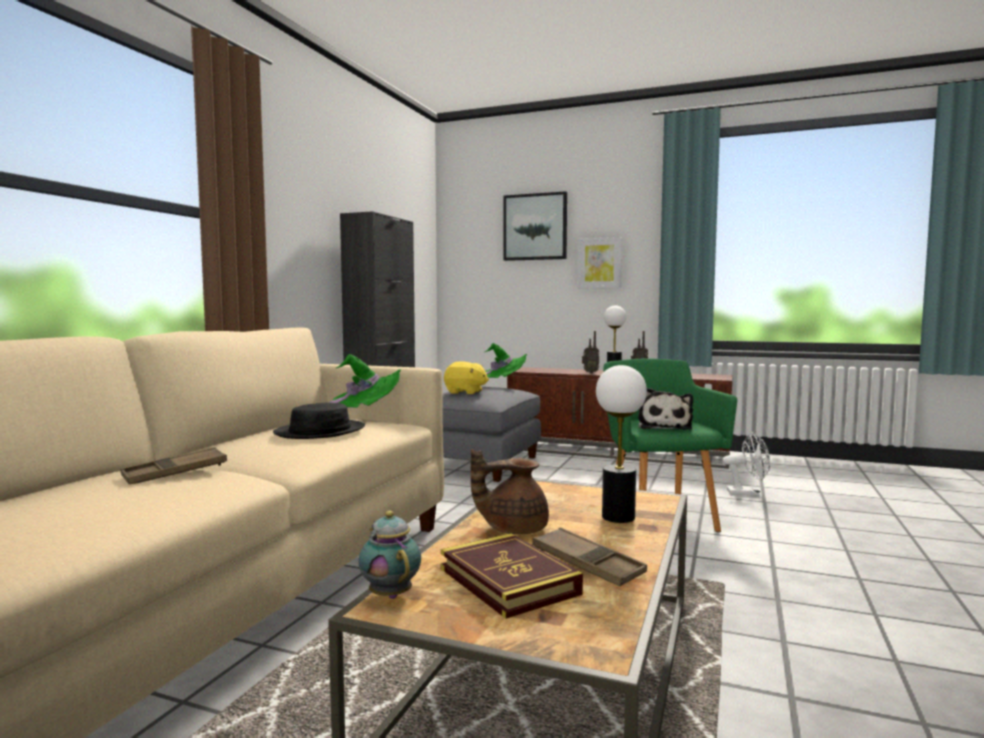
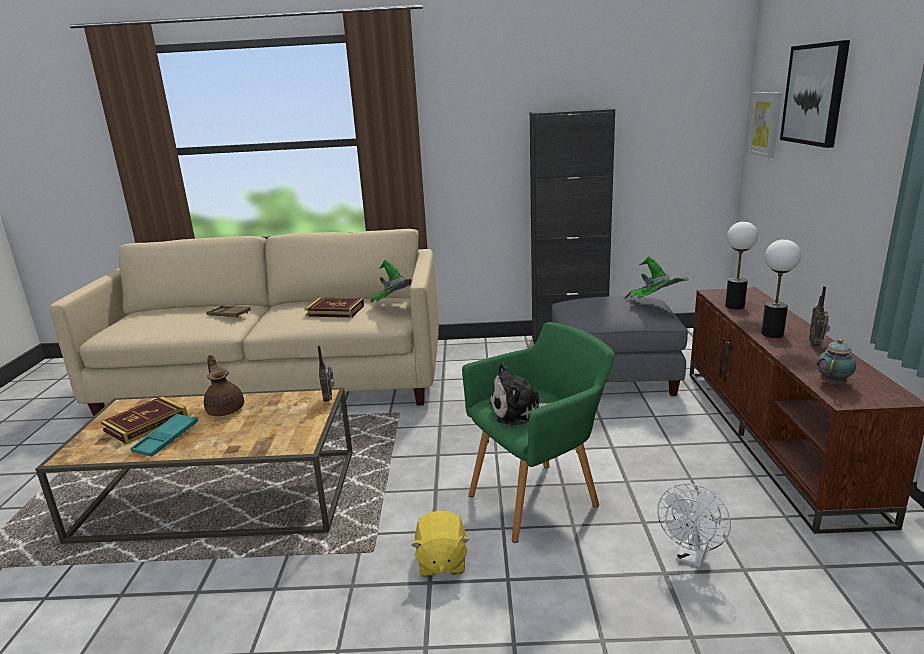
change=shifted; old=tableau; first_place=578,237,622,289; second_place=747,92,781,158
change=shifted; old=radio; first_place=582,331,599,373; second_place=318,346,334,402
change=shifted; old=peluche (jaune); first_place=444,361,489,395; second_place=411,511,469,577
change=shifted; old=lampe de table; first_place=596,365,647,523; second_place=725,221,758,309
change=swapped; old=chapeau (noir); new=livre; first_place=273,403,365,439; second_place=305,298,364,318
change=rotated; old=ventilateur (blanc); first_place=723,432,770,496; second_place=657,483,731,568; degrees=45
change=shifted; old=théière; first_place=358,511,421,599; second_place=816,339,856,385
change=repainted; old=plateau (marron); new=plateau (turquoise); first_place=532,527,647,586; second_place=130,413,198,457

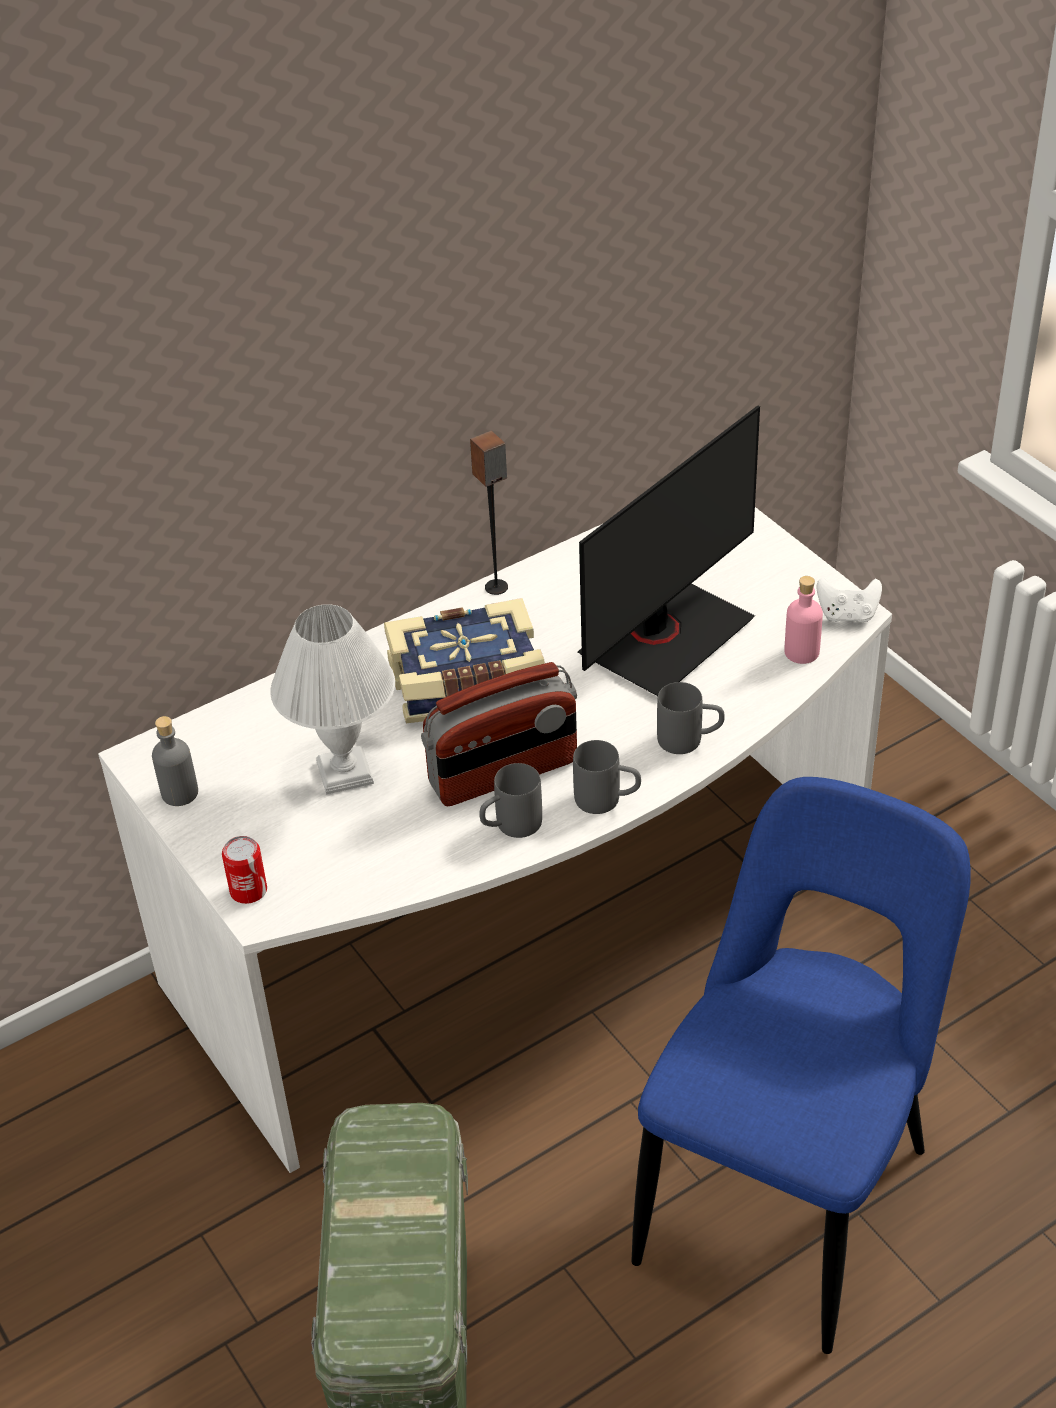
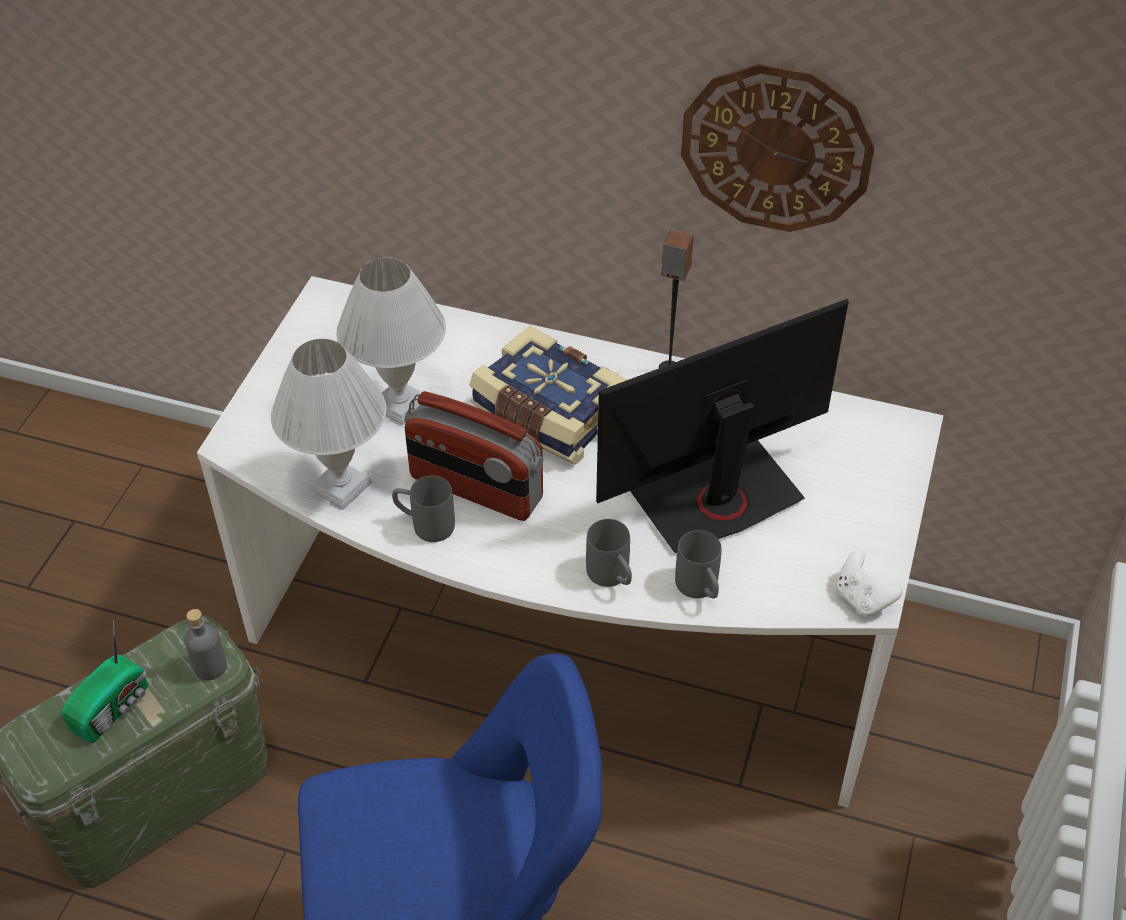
change=rotated; old=écran d'ordinateur; first_place=578,405,760,696; second_place=596,299,849,553; degrees=150
change=gone; old=bouteille (rose); first_place=784,576,823,664
change=shifted; old=bouteille (gris); first_place=152,716,198,806; second_place=184,609,227,680
change=shifted; old=mug (gris); first_place=573,740,641,814; second_place=675,530,722,598
change=gone; old=boîte métallique; first_place=222,836,267,904
change=new; new=horloge murale; second_place=681,64,875,232
change=new; new=lampe de table (blanc); second_place=271,339,386,510
change=new; new=radio; second_place=62,620,148,743

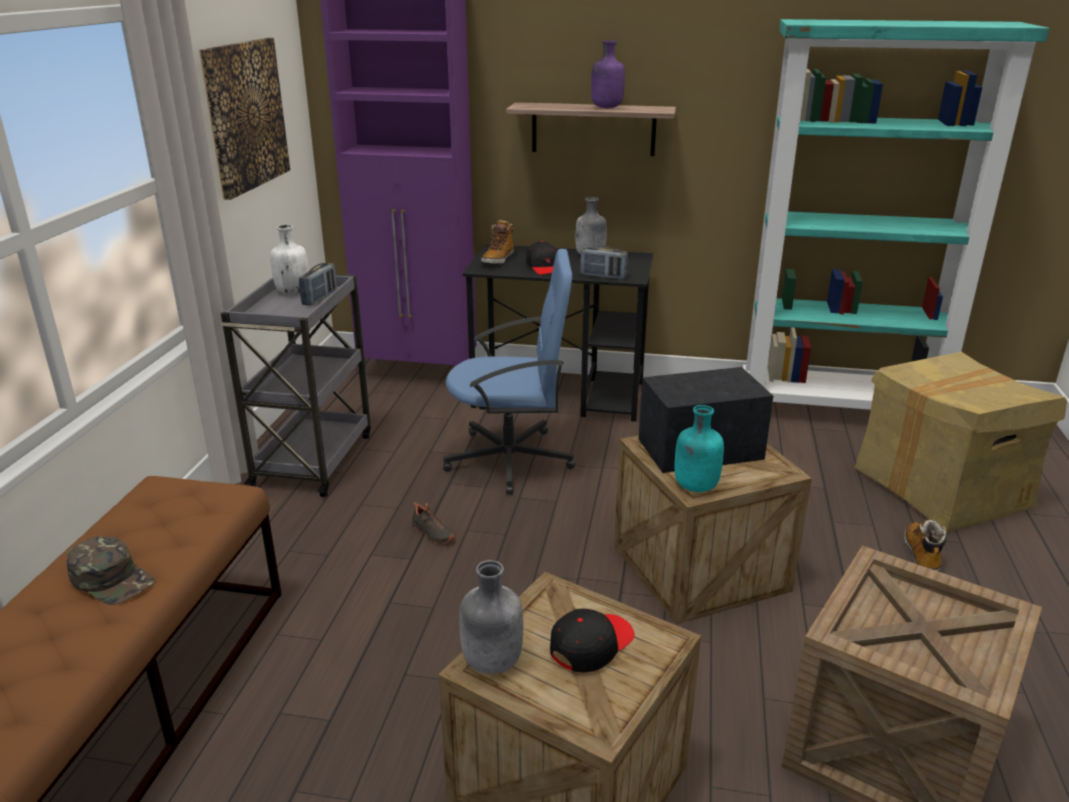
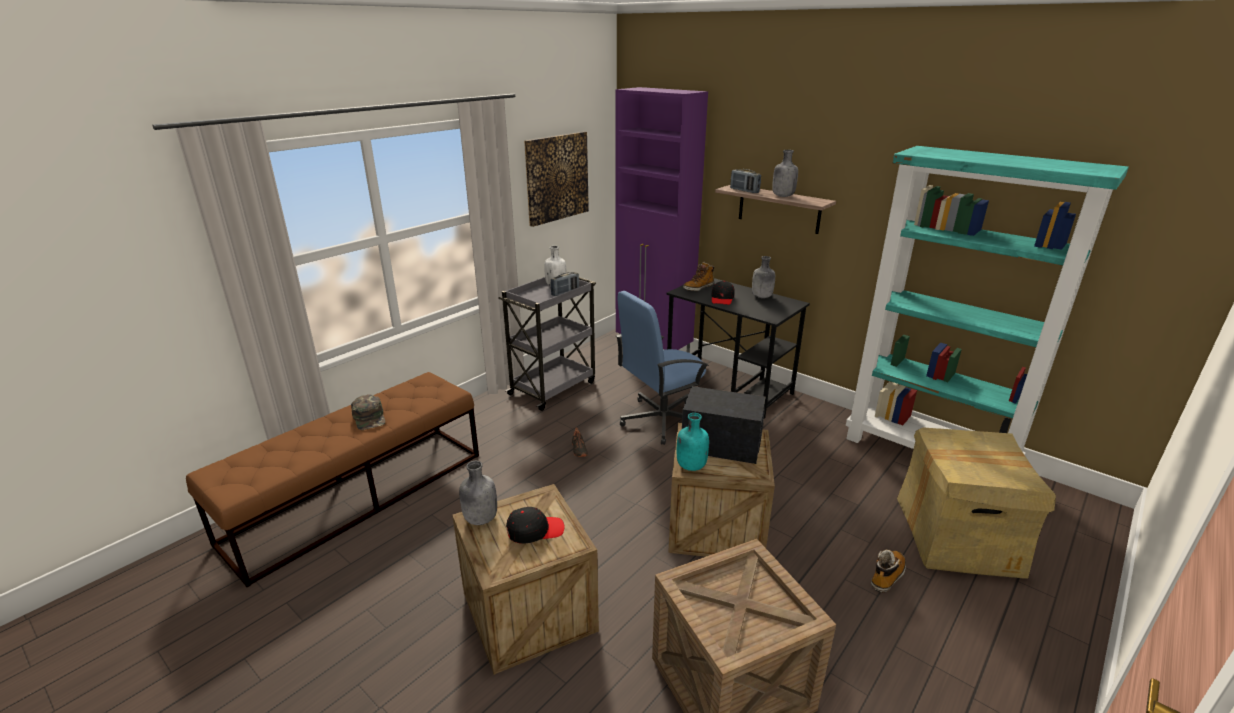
change=repainted; old=bouteille (violet); new=bouteille (gris); first_place=591,40,625,108; second_place=772,150,798,197
change=shifted; old=radio; first_place=580,246,628,279; second_place=730,169,761,193
change=rotated; old=chaise de bureau (bleu); first_place=443,249,575,495; second_place=616,291,709,445; degrees=120

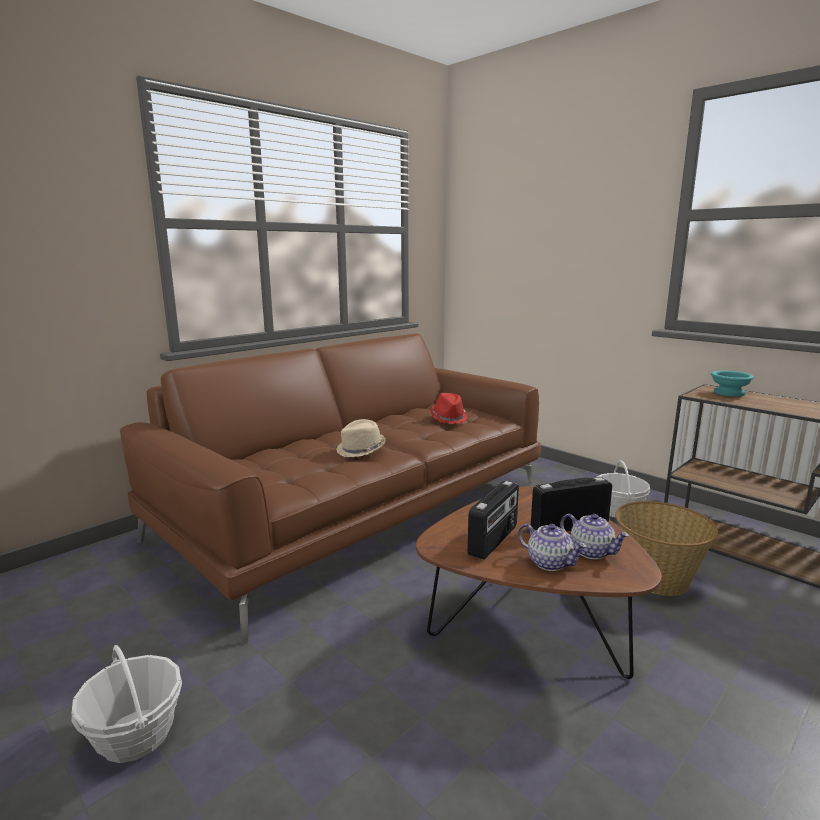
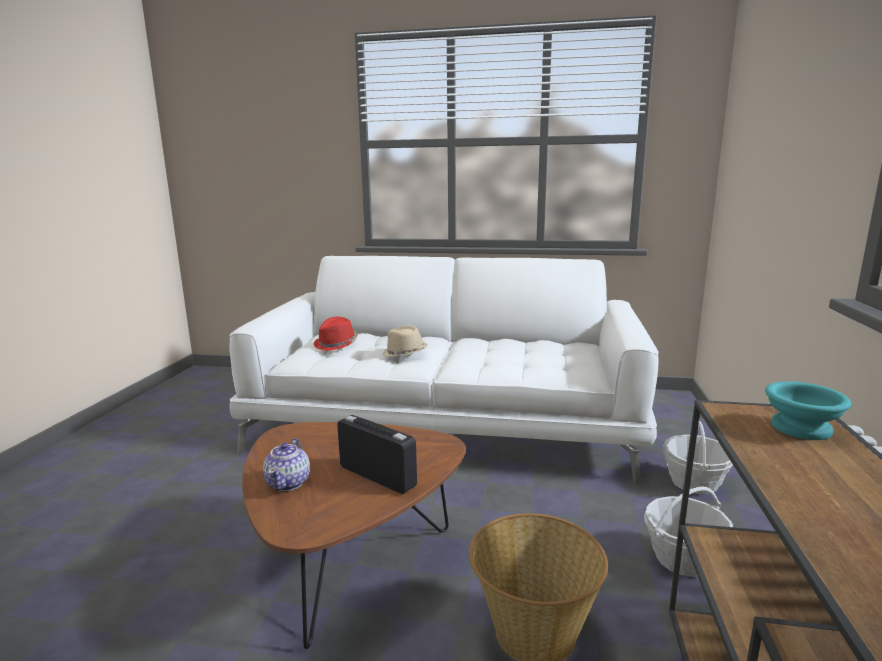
change=repainted; old=canapé (marron); new=canapé (blanc); first_place=120,334,541,644; second_place=229,256,659,484
change=shifted; old=chapeau (rouge); first_place=431,393,468,424; second_place=314,317,357,351
change=gone; old=radio; first_place=467,481,519,560
change=gone; old=théière; first_place=560,514,630,559
change=shifted; old=panier; first_place=71,645,182,763; second_place=663,421,733,495

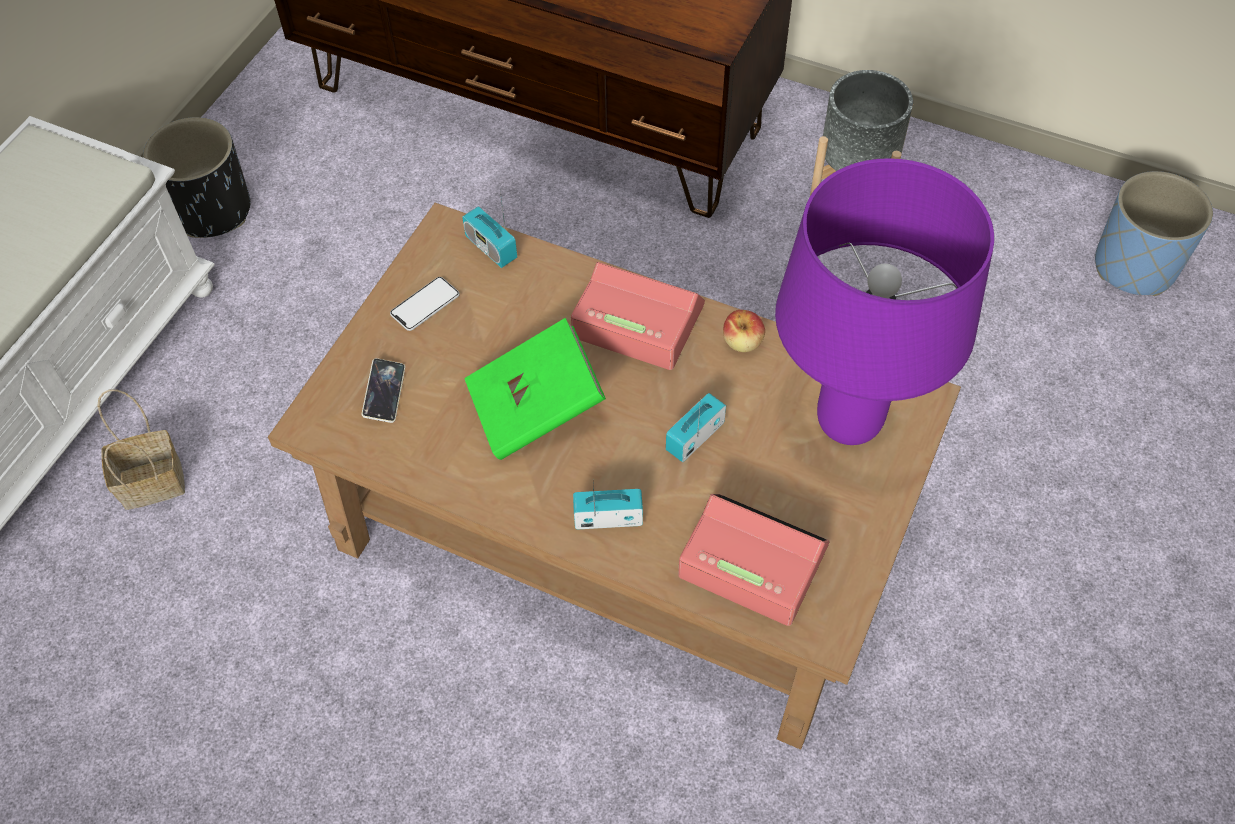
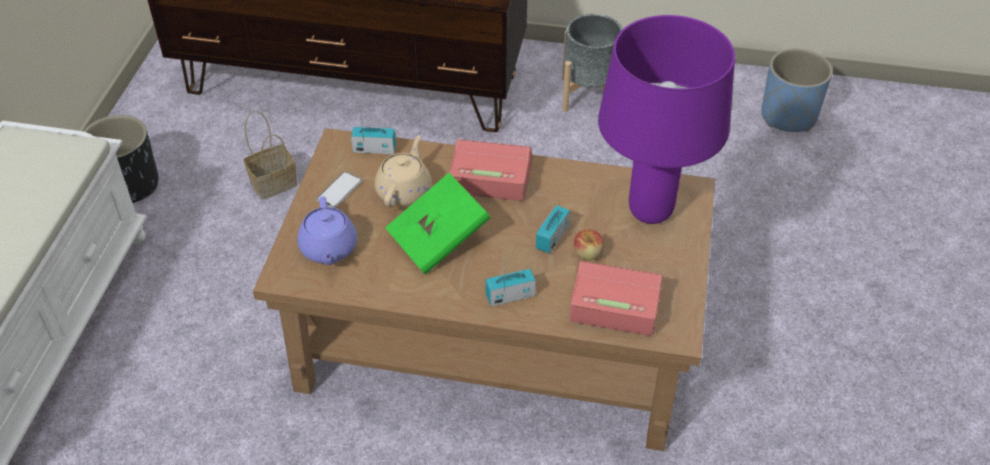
change=rotated; old=radio; first_place=462,191,517,268; second_place=351,112,396,154; degrees=150
change=shifted; old=pomme; first_place=723,310,765,352; second_place=574,230,605,260
change=swapped; old=téléphone; new=théière (violet); first_place=362,358,405,423; second_place=297,196,357,265
change=shifted; old=panier; first_place=97,390,185,510; second_place=243,111,297,200
change=new; new=théière (beige); second_place=375,136,432,207

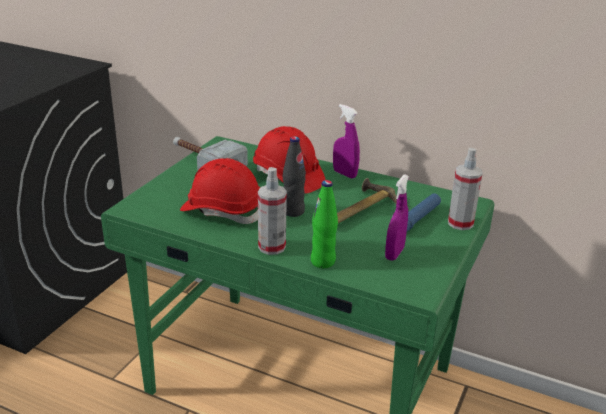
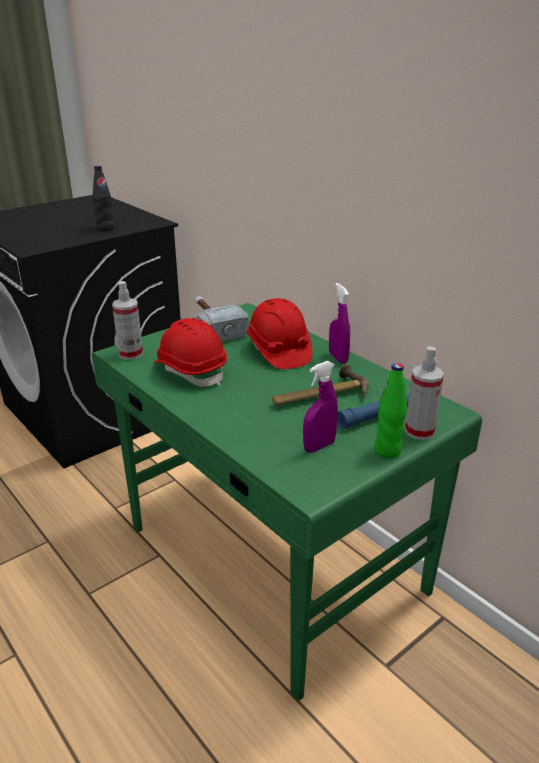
change=shifted; old=bouteille (noir); first_place=283,136,306,217; second_place=92,165,114,231
change=shifted; old=vaporisateur; first_place=258,167,287,255; second_place=112,281,143,360
change=shifted; old=bouteille (vert); first_place=311,180,338,268; second_place=374,363,407,458

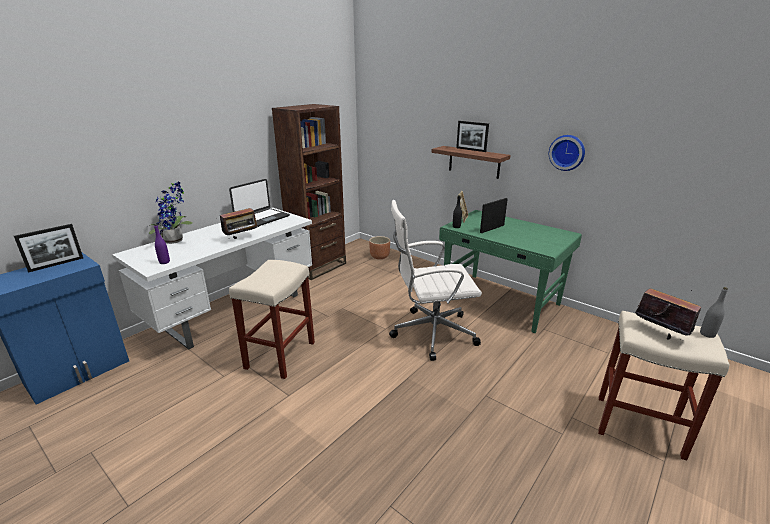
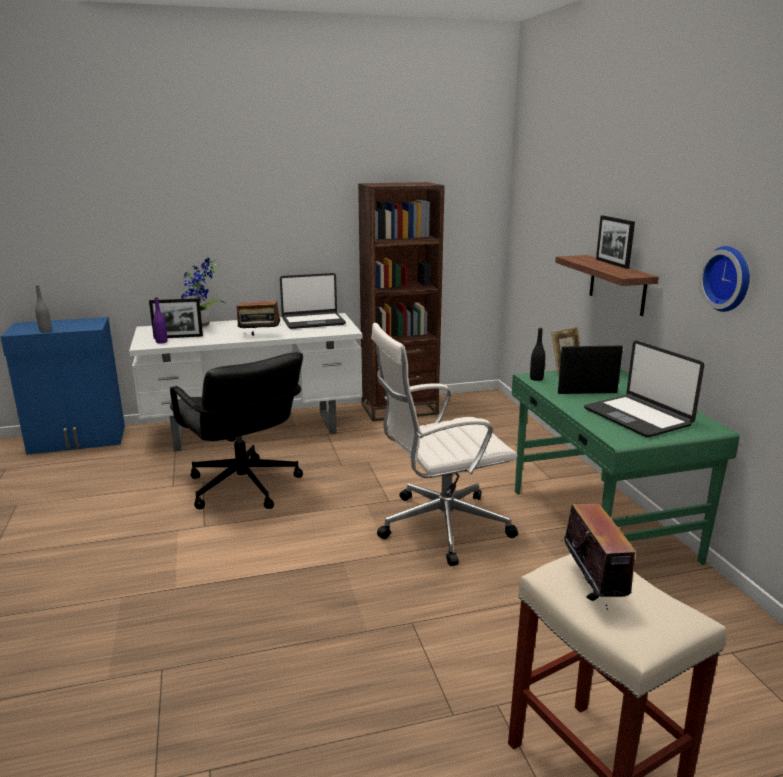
change=rotated; old=chaise de bureau (blanc); first_place=389,200,482,361; second_place=371,323,518,566; degrees=-45
change=shifted; old=cadre photo; first_place=14,224,83,273; second_place=149,298,203,339
change=gone; old=cache-pot (marron); first_place=369,236,390,259
change=swapped; old=tabouret (beige); new=chaise de bureau (noir); first_place=229,260,315,379; second_place=170,352,303,509
change=shifted; old=bouteille (gris); first_place=700,287,728,338; second_place=35,286,52,333
change=new; new=ordinateur portable; second_place=584,340,704,437

